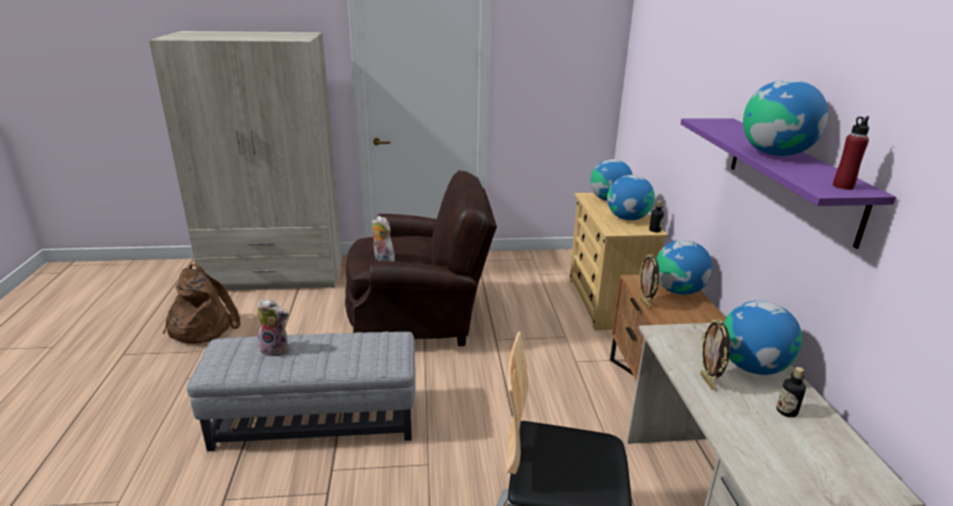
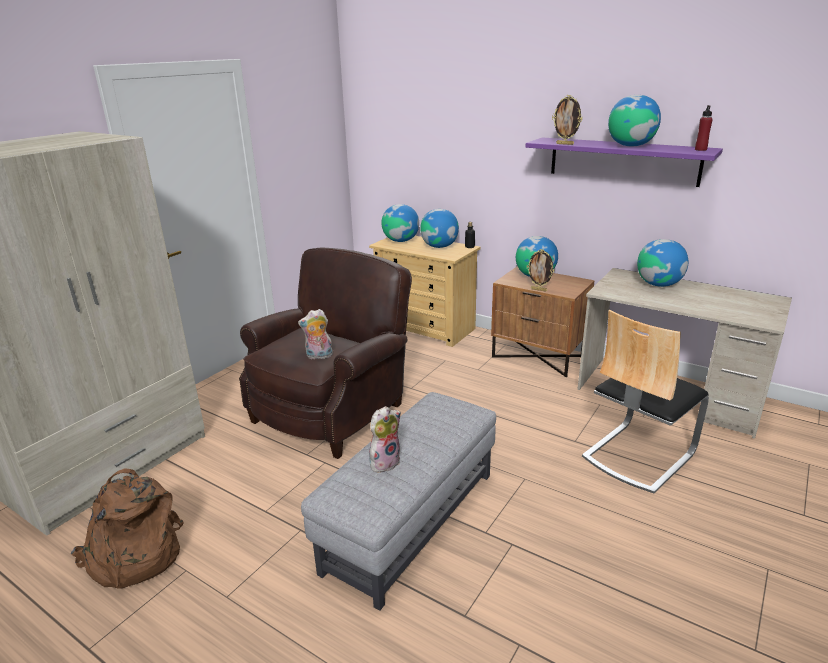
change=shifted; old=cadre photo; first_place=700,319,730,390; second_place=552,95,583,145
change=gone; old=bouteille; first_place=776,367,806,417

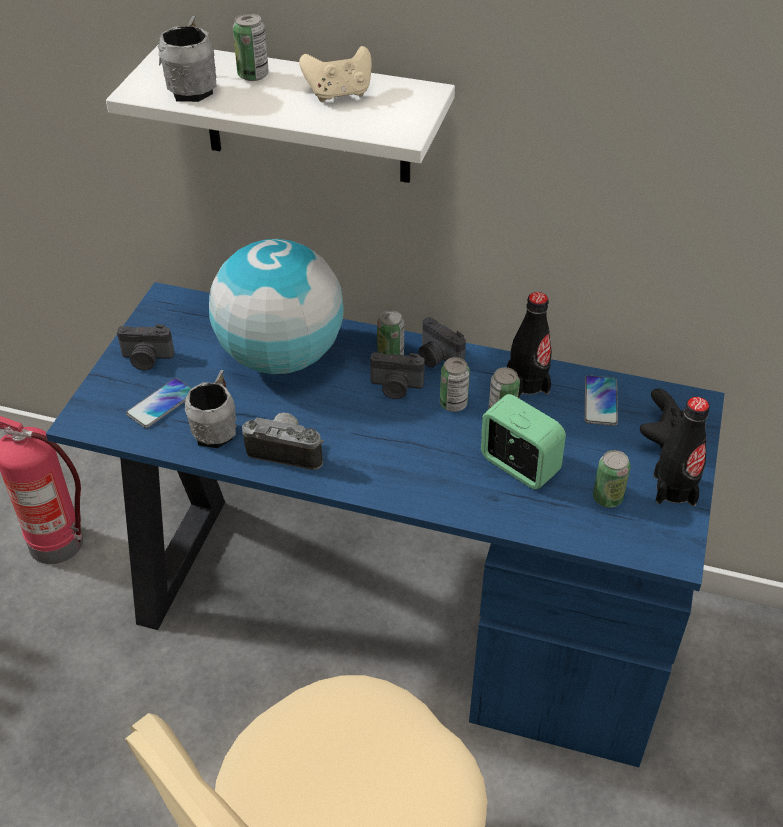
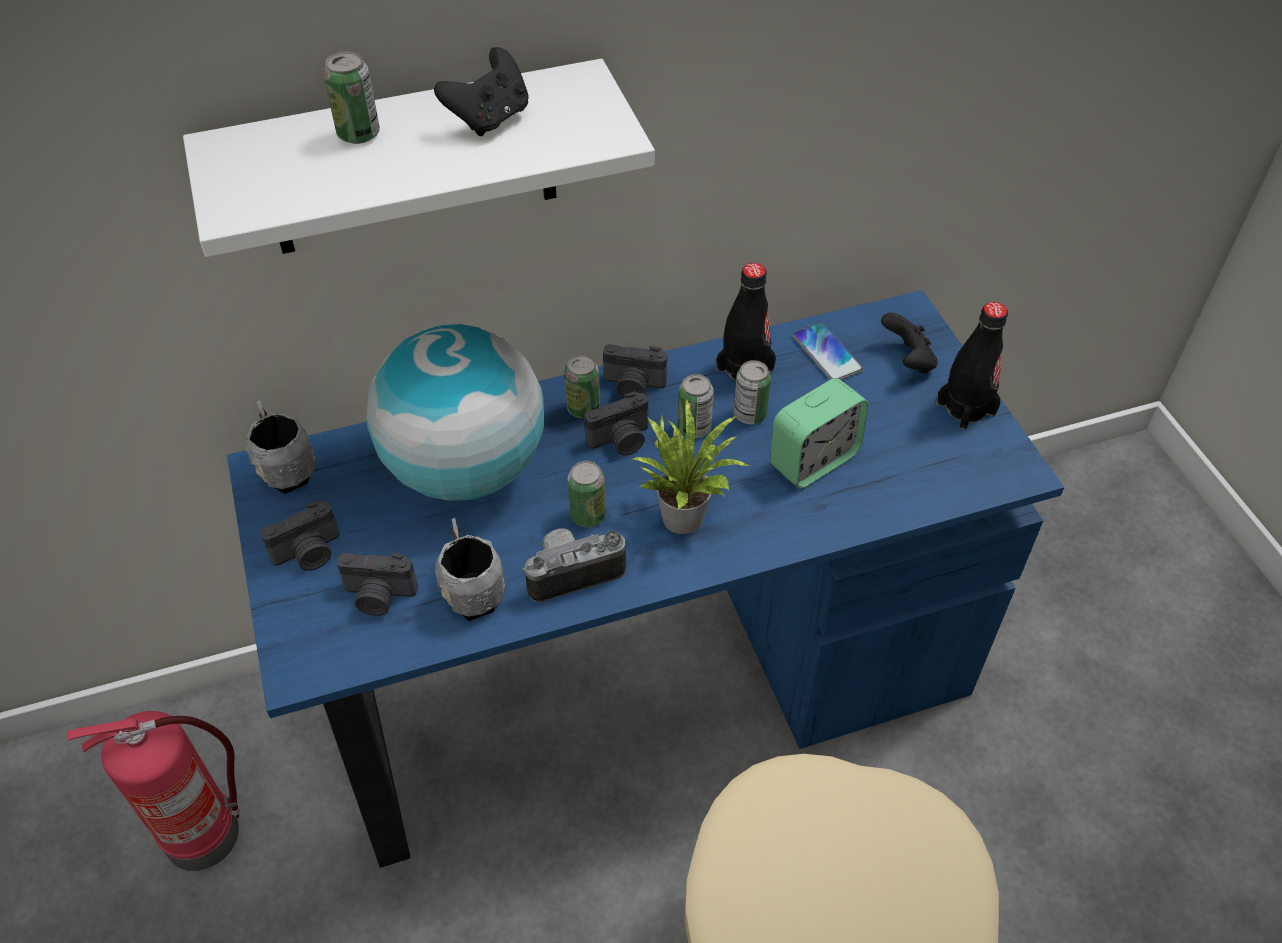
change=shifted; old=mug (gris); first_place=158,16,217,102; second_place=246,400,316,494
change=repainted; old=manette (beige); new=manette (noir); first_place=299,46,372,102; second_place=434,47,529,136
change=swapped; old=téléphone; new=appareil photo; first_place=126,378,192,428; second_place=337,552,418,616
change=rotated; old=réveil; first_place=481,394,566,489; second_place=770,378,869,489; degrees=135
change=shifted; old=boîte métallique; first_place=593,450,630,508; second_place=568,461,606,527
change=new; new=plante en pot; second_place=633,399,750,534

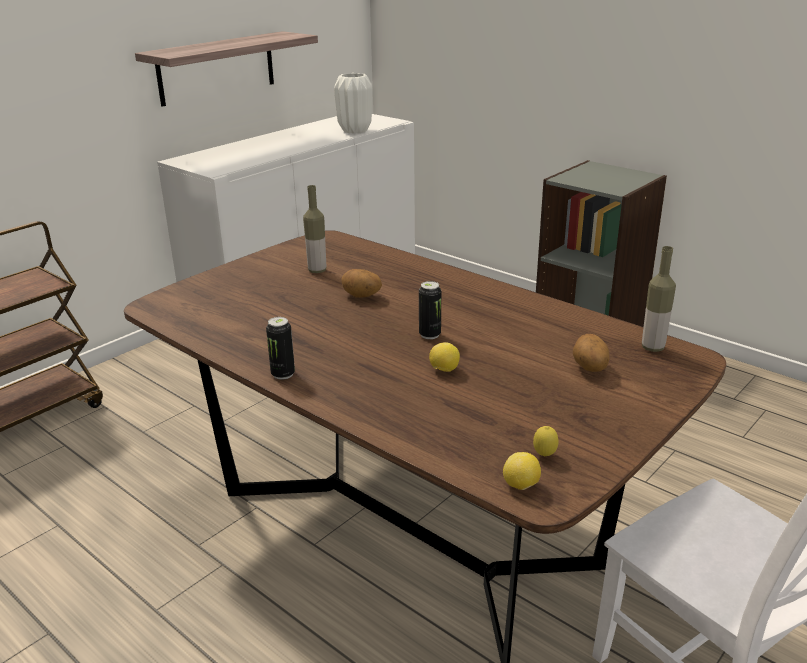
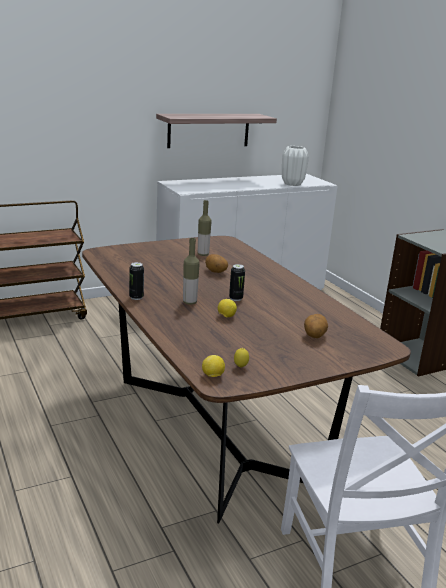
change=shifted; old=bouteille; first_place=642,246,676,352; second_place=183,238,200,304

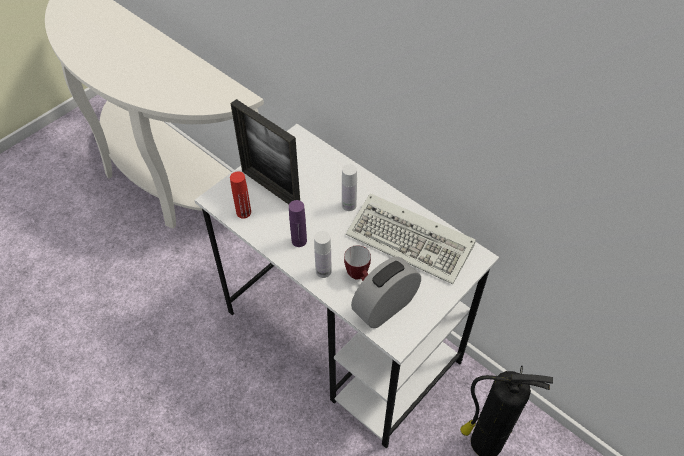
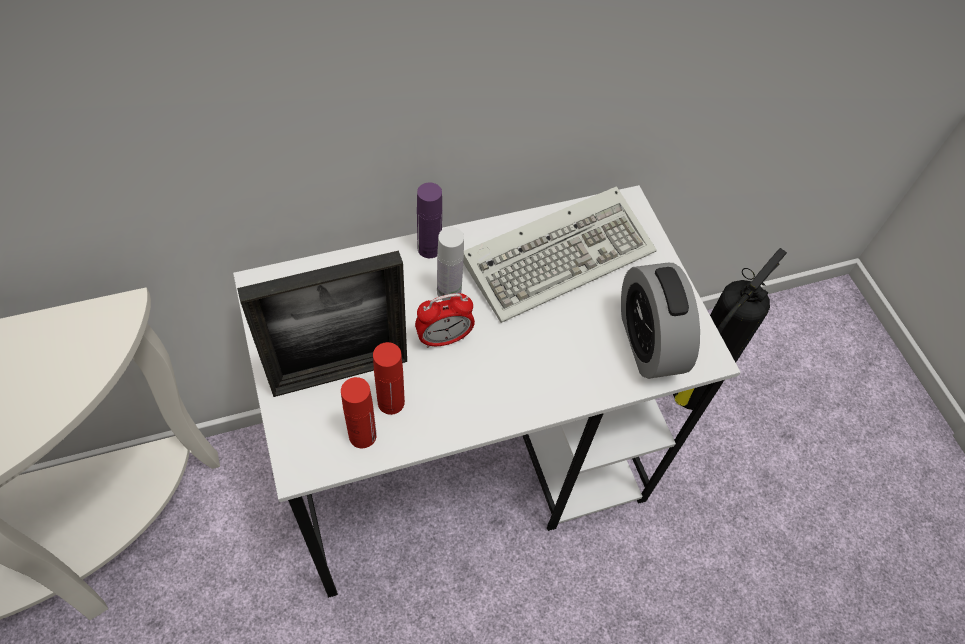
change=shifted; old=bouteille (violet); first_place=289,200,307,247; second_place=417,183,442,258
change=gone; old=bouteille (blanc); first_place=314,231,332,278
change=gone; old=mug; first_place=344,245,371,281
change=new; new=réveil; second_place=415,293,475,348
change=new; new=bouteille (rouge); second_place=373,342,405,415

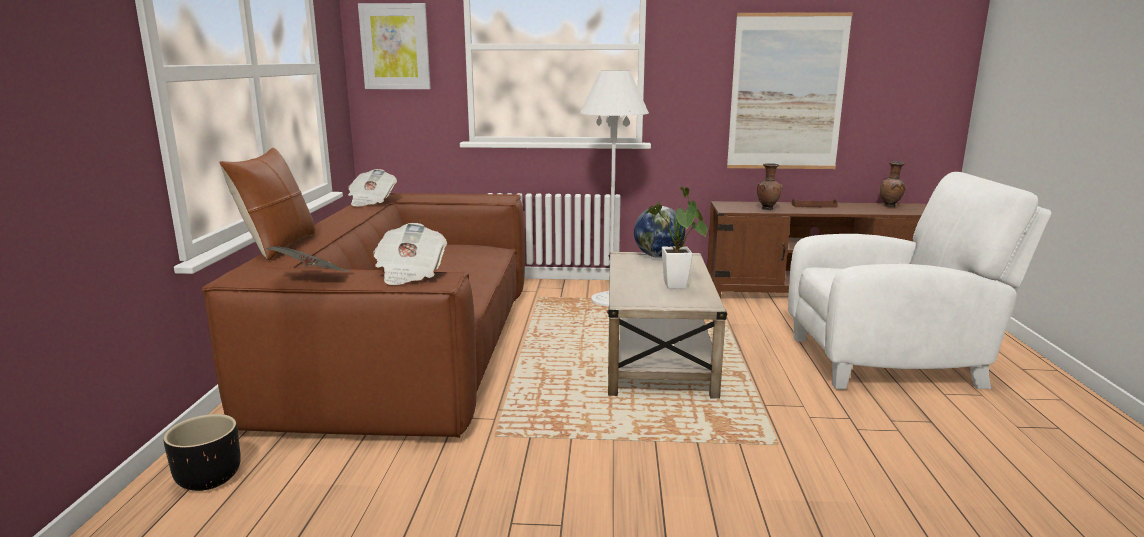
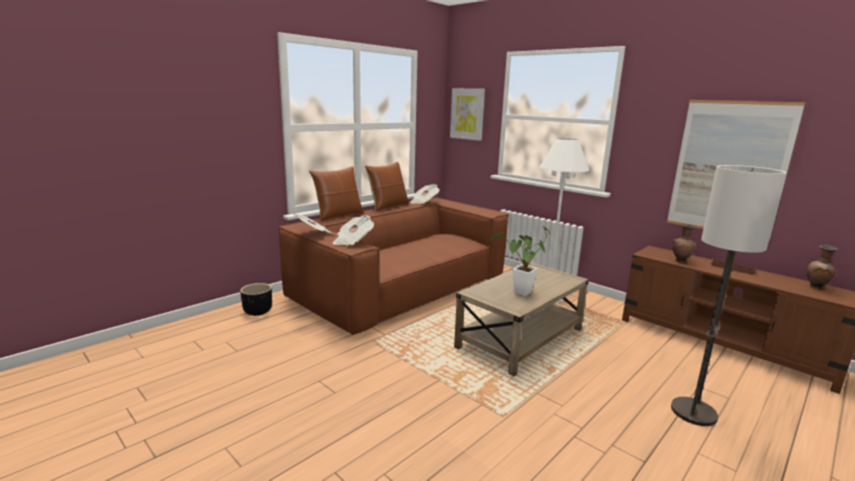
change=swapped; old=fauteuil (blanc); new=lampadaire; first_place=788,172,1051,390; second_place=671,165,787,426
change=gone; old=globe; first_place=634,206,685,258
change=new; new=coussin (marron); second_place=365,161,409,212

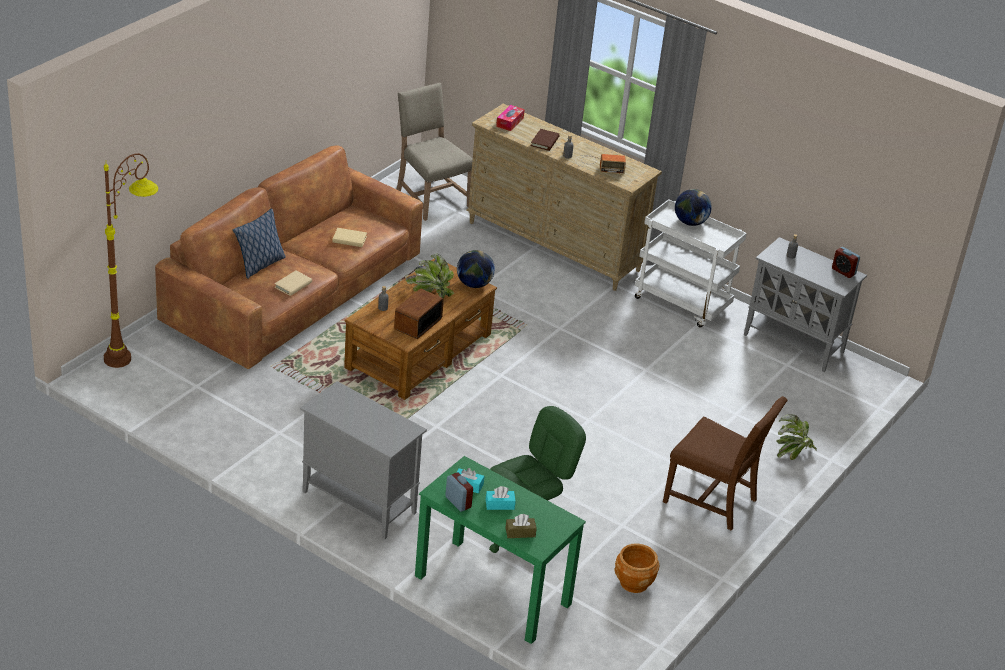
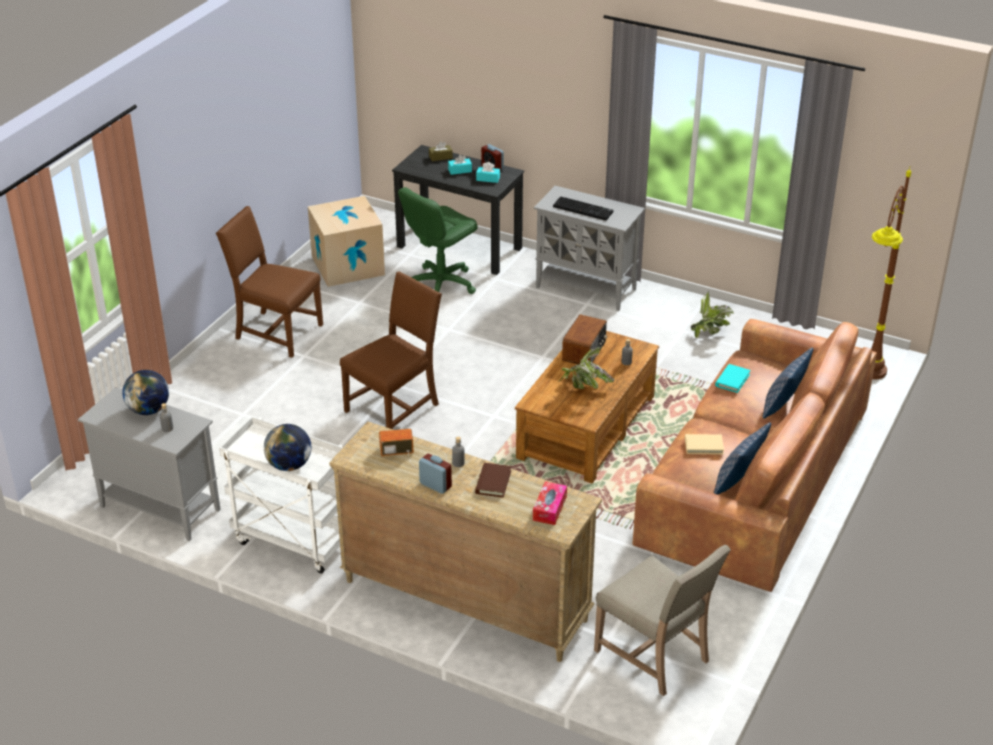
change=shifted; old=réveil; first_place=832,247,860,278; second_place=419,454,452,494
change=shifted; old=globe; first_place=457,250,495,288; second_place=122,370,169,415
change=repainted; old=livre (beige); new=livre (turquoise); first_place=274,271,312,296; second_place=715,364,751,393
change=shifted; old=plante en pot; first_place=777,414,817,460; second_place=691,291,734,338
change=repainted; old=bureau (vert); new=bureau (noir); first_place=415,456,586,644; second_place=392,145,524,275
change=swapped; old=cache-pot (marron); new=carton; first_place=615,543,659,593; second_place=308,196,385,287
change=new; new=clavier; second_place=553,197,614,220
change=new; new=chaise (marron); second_place=340,271,442,429
change=new; new=coussin; second_place=714,422,771,495

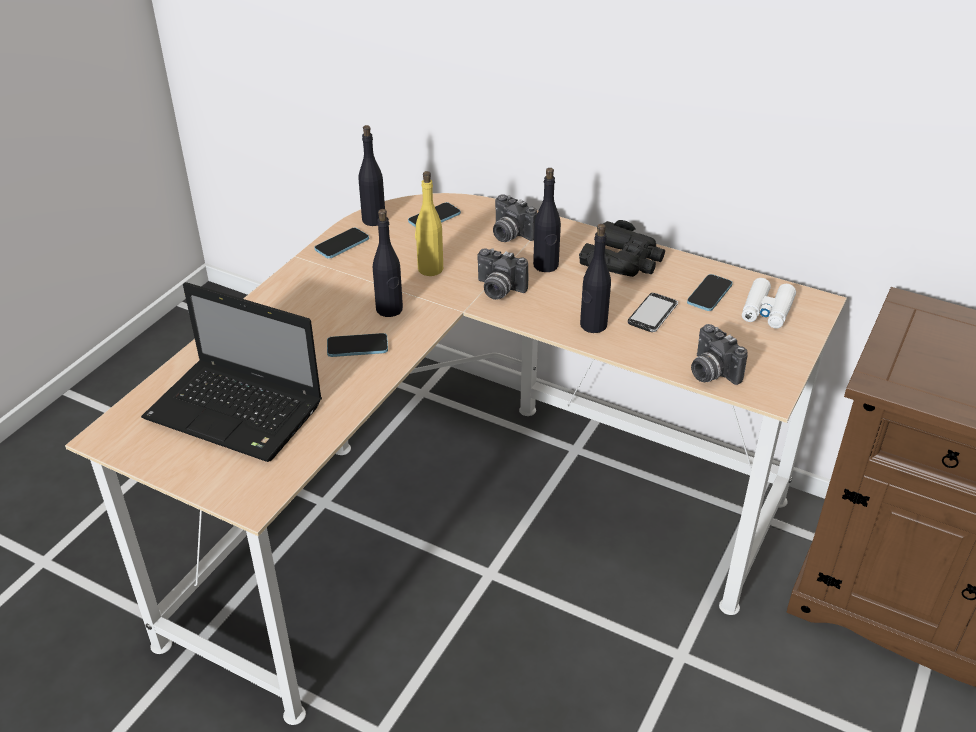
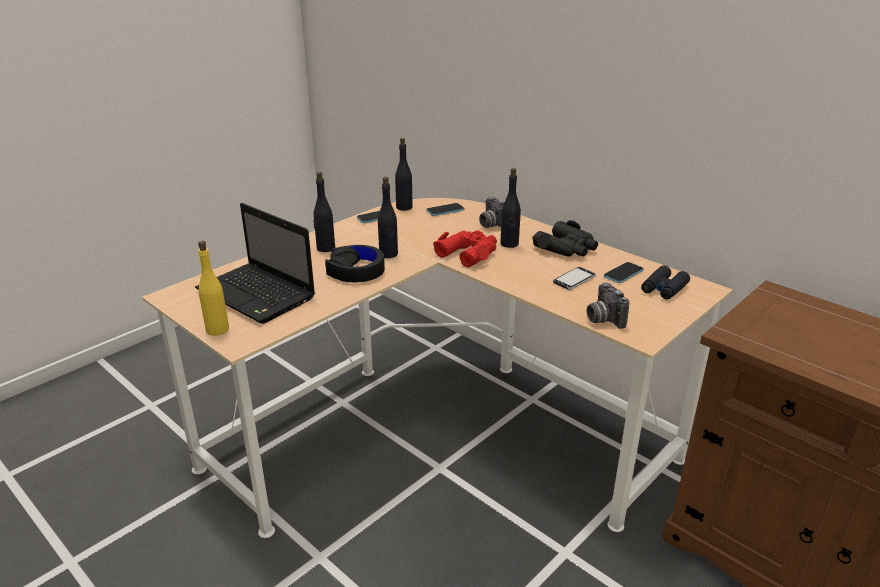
change=shifted; old=bouteille (jaune); first_place=415,171,443,276; second_place=198,241,229,336
change=shifted; old=bouteille (noir); first_place=580,224,611,333; second_place=313,172,335,252
change=swapped; old=appareil photo; new=jumelles (rouge); first_place=477,248,529,300; second_place=433,230,497,267
change=repainted; old=jumelles (blanc); new=jumelles (noir); first_place=742,278,796,329; second_place=641,266,690,300
change=swapped; old=téléphone; new=casque audio (noir); first_place=327,333,388,357; second_place=325,245,385,282

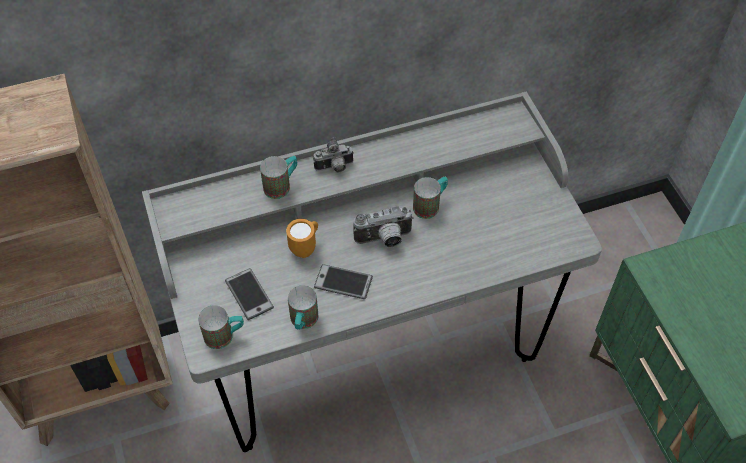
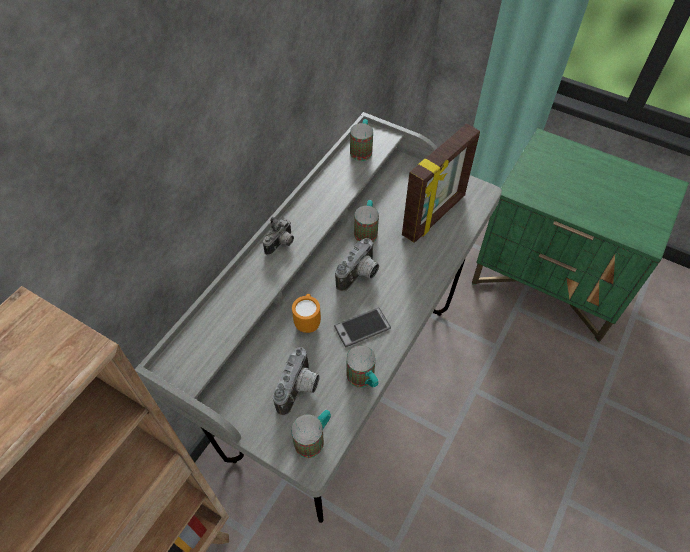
change=shifted; old=mug; first_place=260,156,297,199; second_place=350,119,373,161
change=swapped; old=téléphone; new=appareil photo; first_place=225,268,274,320; second_place=273,347,319,416
change=new; new=cadre photo; second_place=402,124,480,243

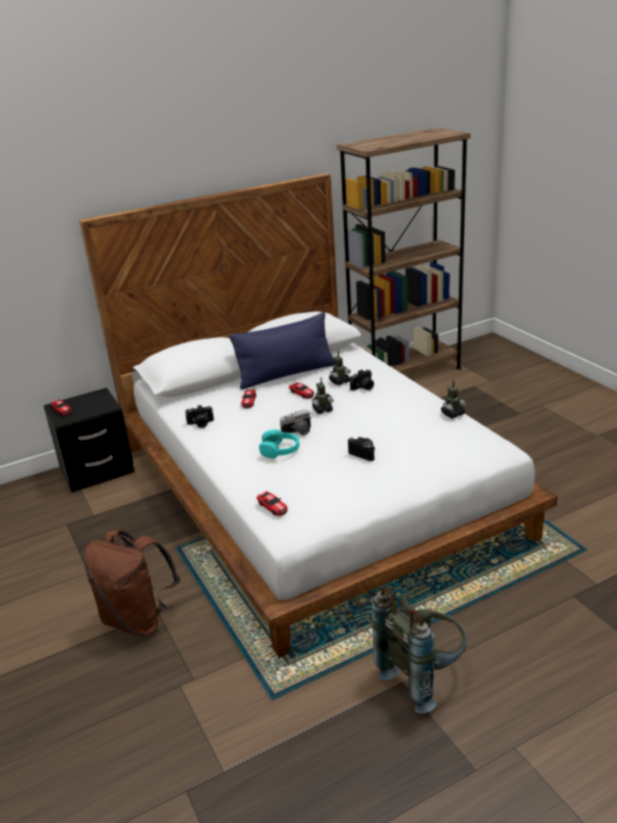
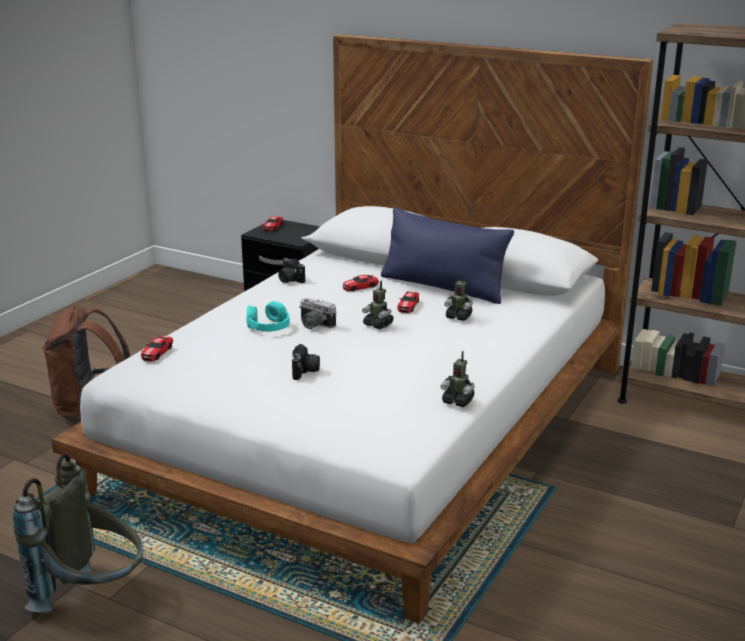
change=gone; old=appareil photo; first_place=350,370,374,391

